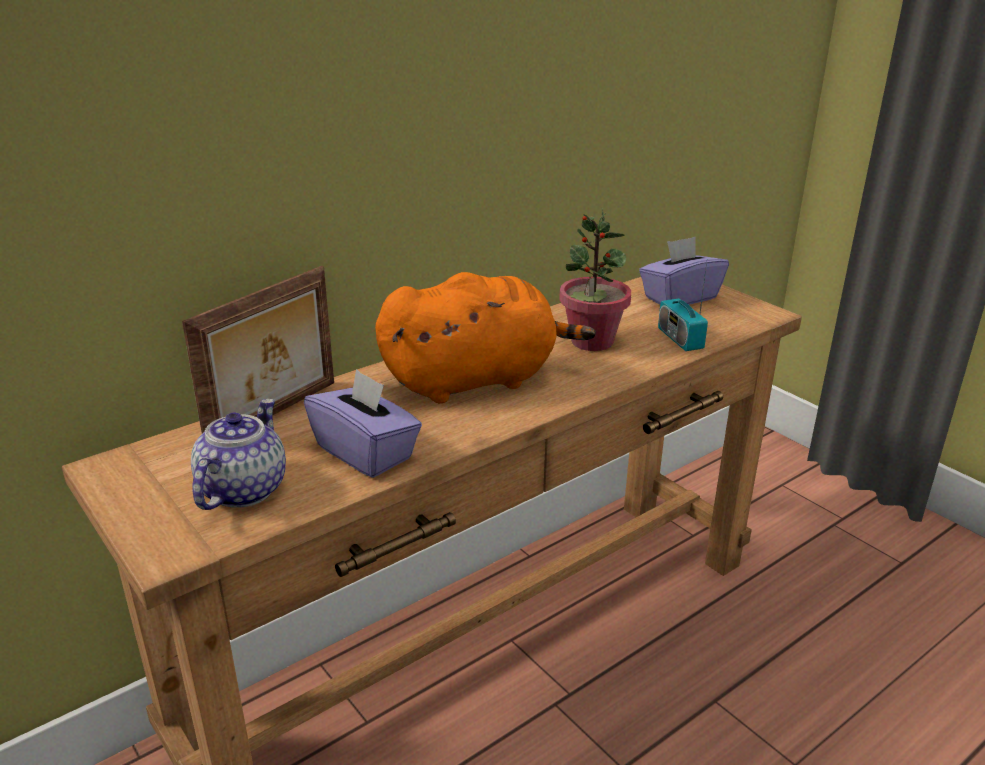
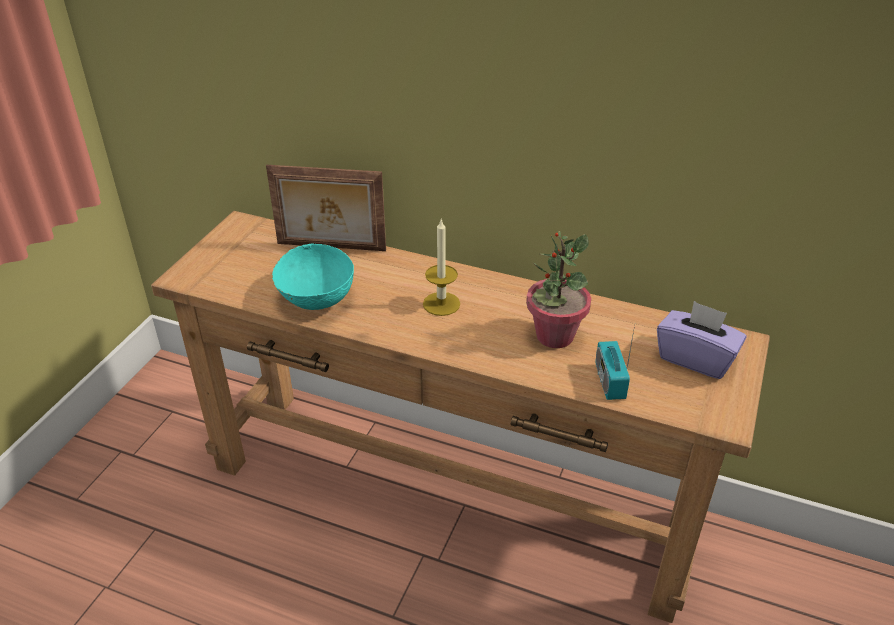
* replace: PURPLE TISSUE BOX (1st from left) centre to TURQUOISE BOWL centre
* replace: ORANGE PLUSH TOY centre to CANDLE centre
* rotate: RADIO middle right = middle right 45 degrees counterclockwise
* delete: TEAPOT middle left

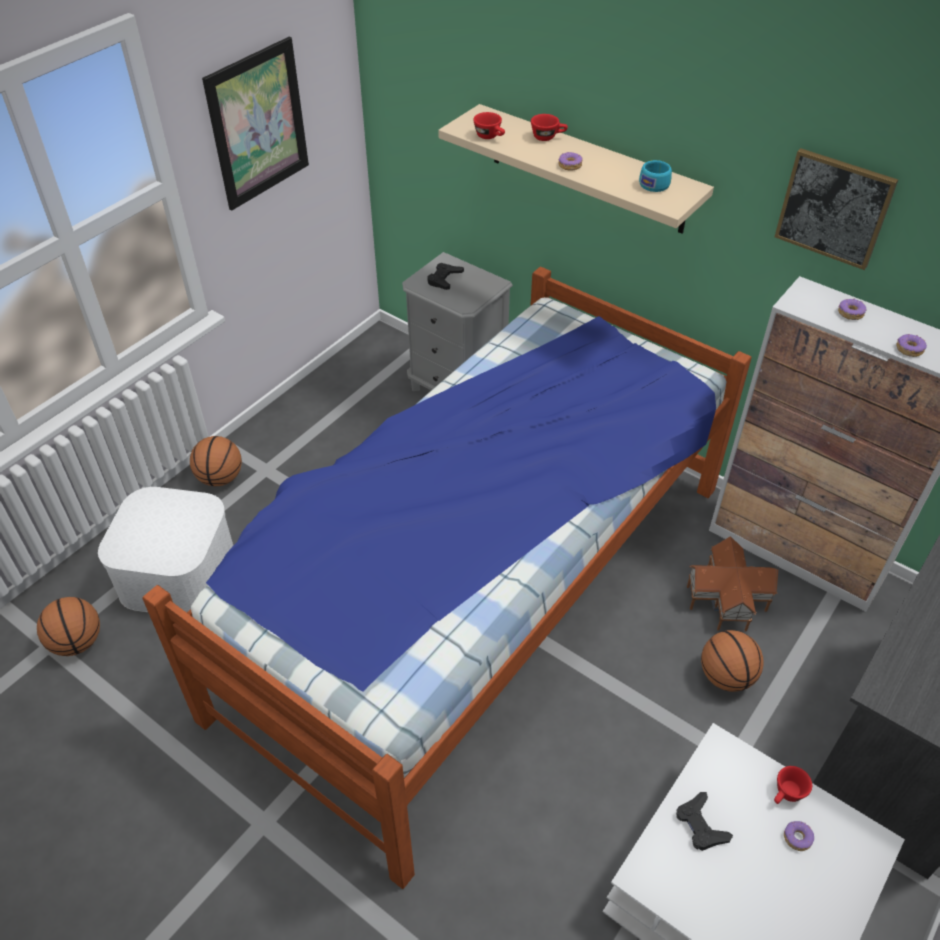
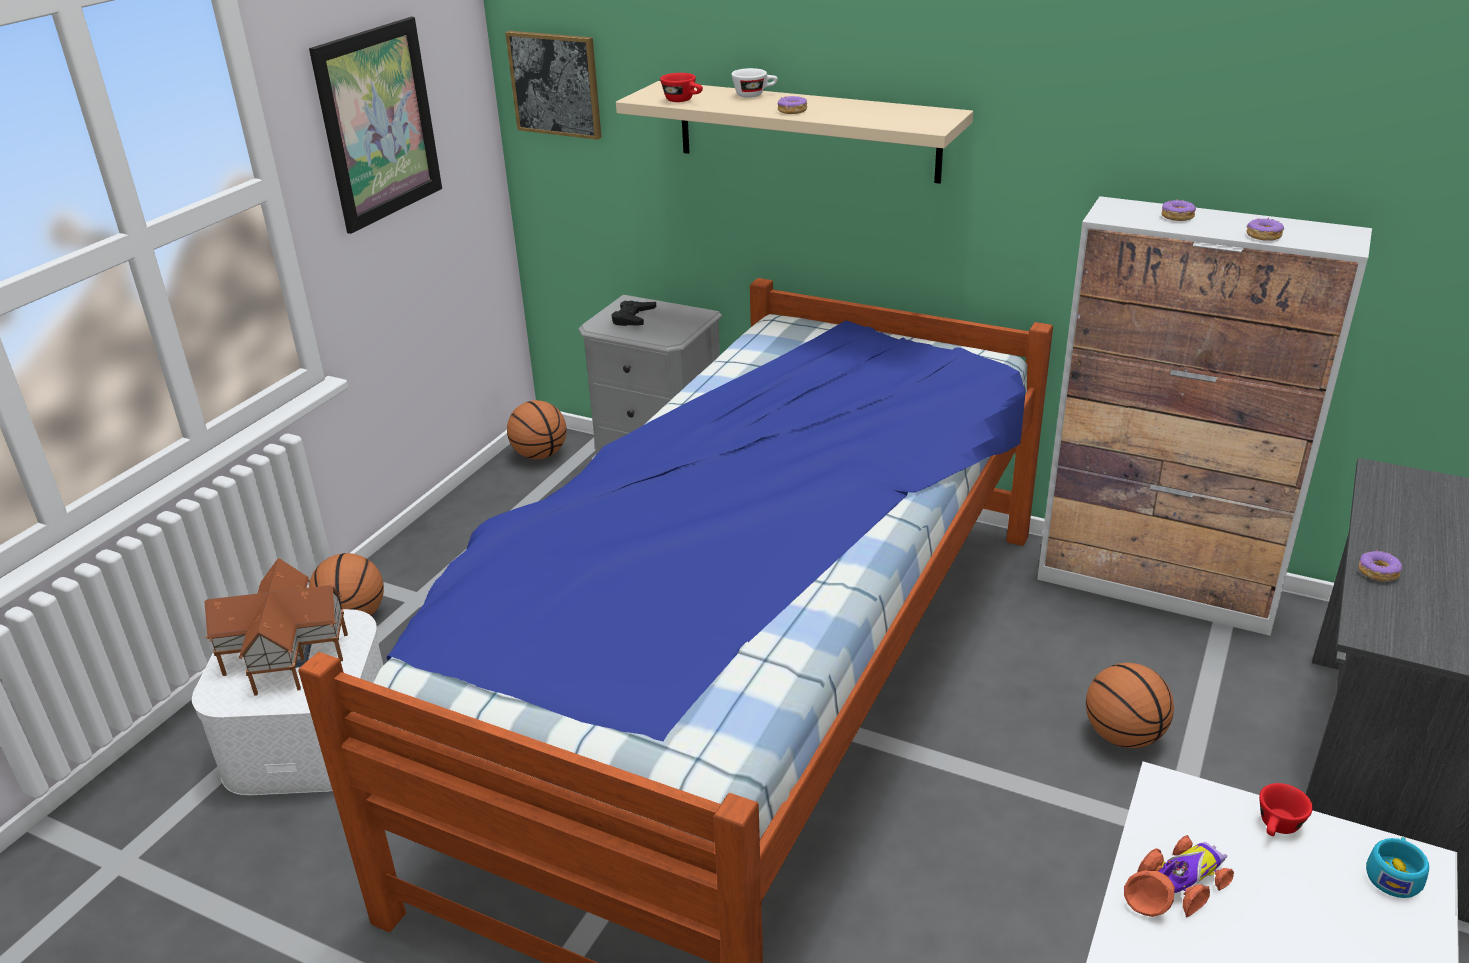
* move: TOY HOUSE middle right to middle left
* move: PICTURE (2nd from left) top right to top centre
* move: BASKETBALL (1st from left in the first image) middle left to BASKETBALL (2nd from left) centre
* recolor: RED CUP (2nd from left) top centre to WHITE CUP top centre
* replace: BLACK GAME CONTROLLER (2nd from left) bottom right to TOY CAR bottom right
* move: DONUT (2nd from left in the first image) bottom right to DONUT (4th from left) middle right
* move: TURQUOISE CUP top right to bottom right

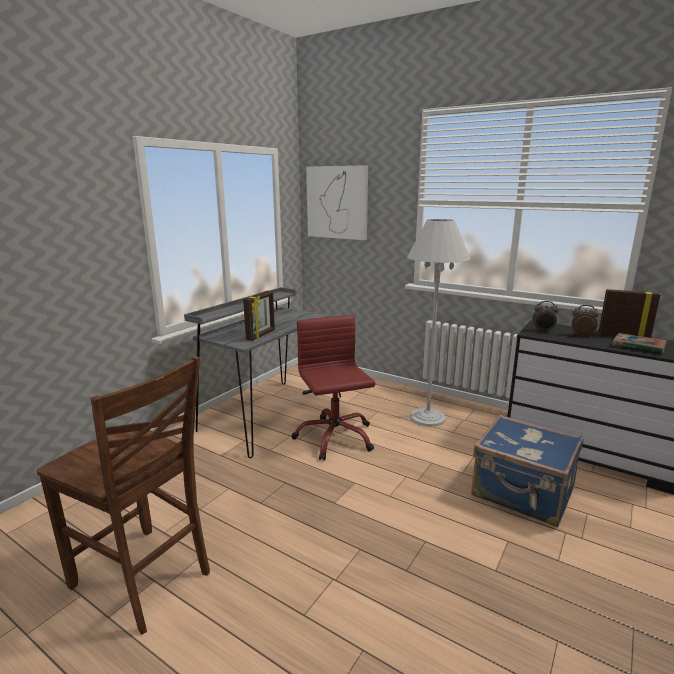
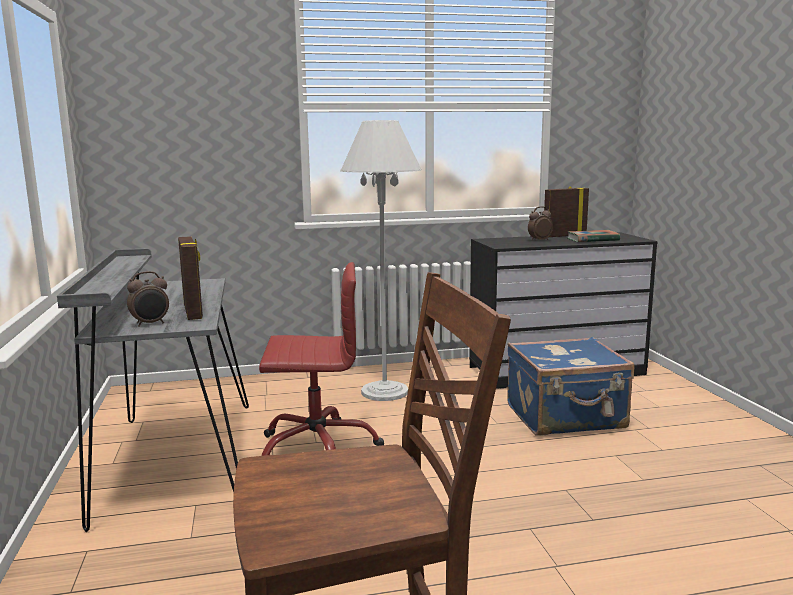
* move: ALARM CLOCK (1st from left) middle right to middle left
* rotate: RED OFFICE CHAIR centre = centre 150 degrees clockwise
* delete: PICTURE top centre

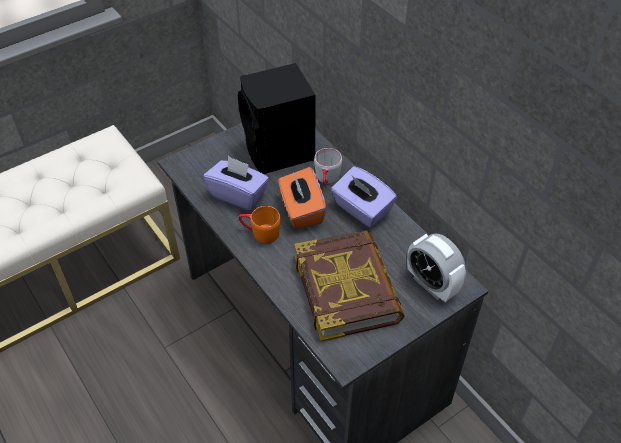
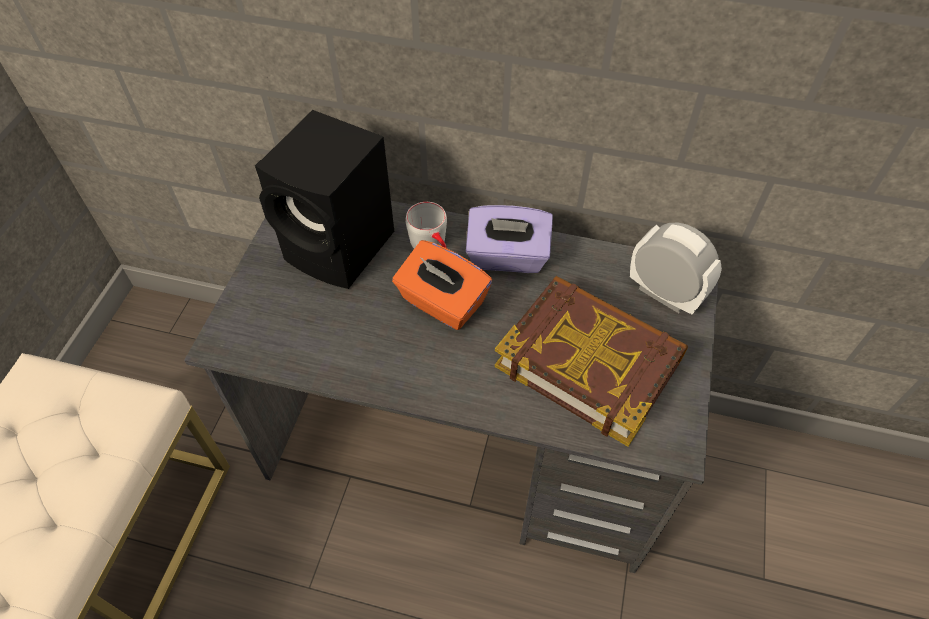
* rotate: ALARM CLOCK middle right = middle right 150 degrees counterclockwise
* delete: PURPLE TISSUE BOX (1st from left) centre
* delete: ORANGE MUG centre

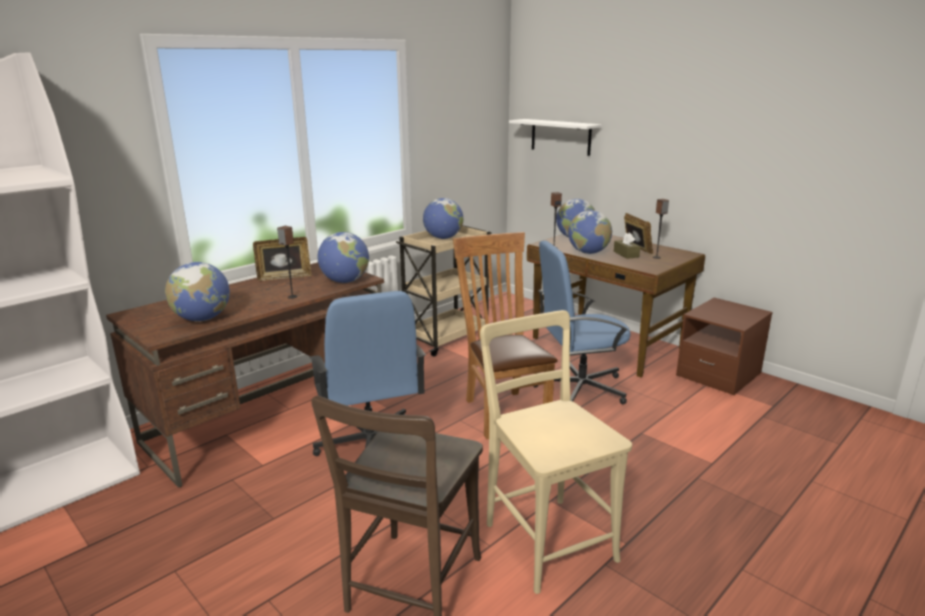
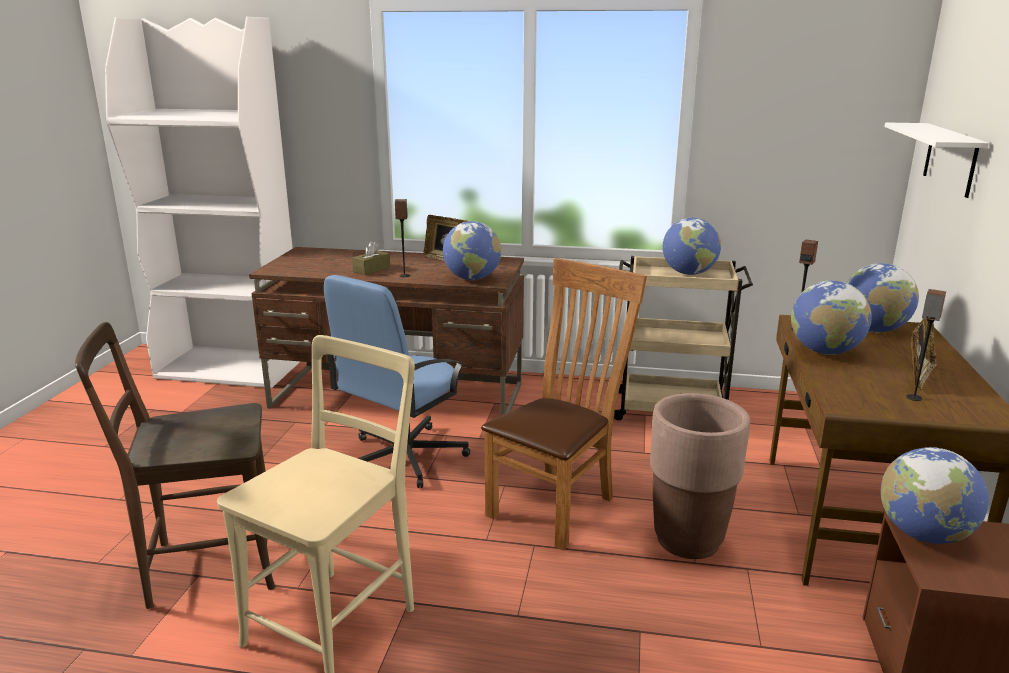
* move: BROWN TISSUE BOX middle right to centre
* replace: BLUE OFFICE CHAIR (2nd from left) centre to BROWN PLANTER bottom right
* move: GLOBE (1st from left in the first image) middle left to GLOBE (5th from left) bottom right

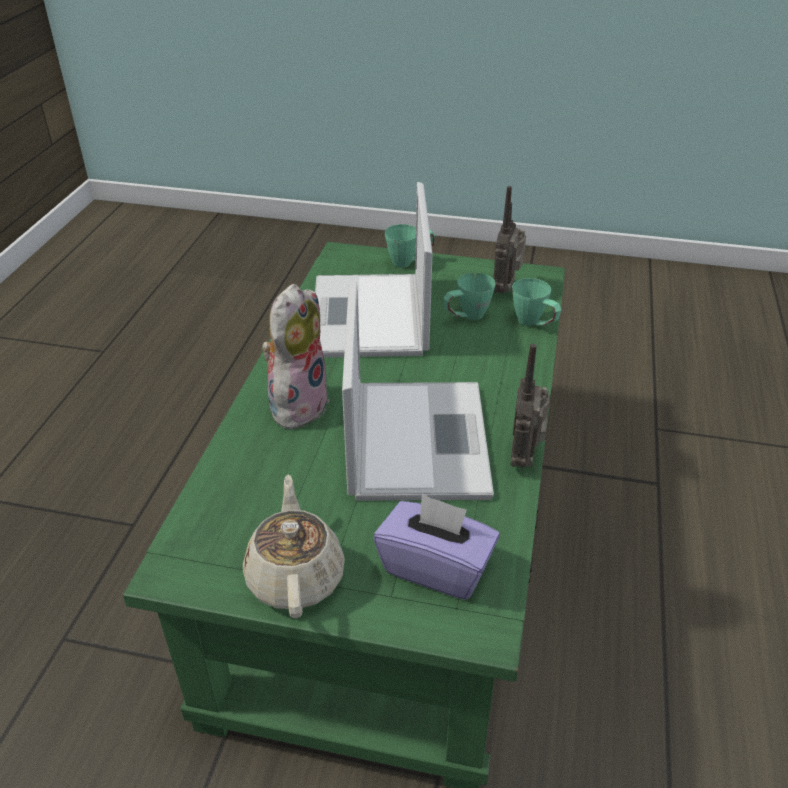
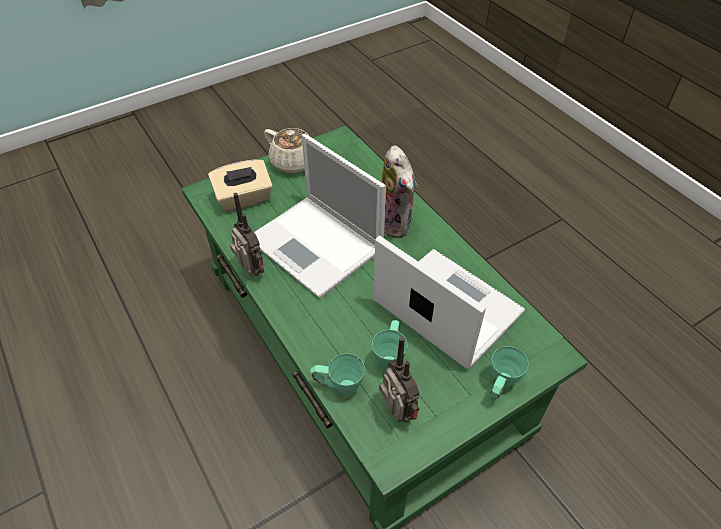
* recolor: PURPLE TISSUE BOX bottom centre to BEIGE TISSUE BOX middle left

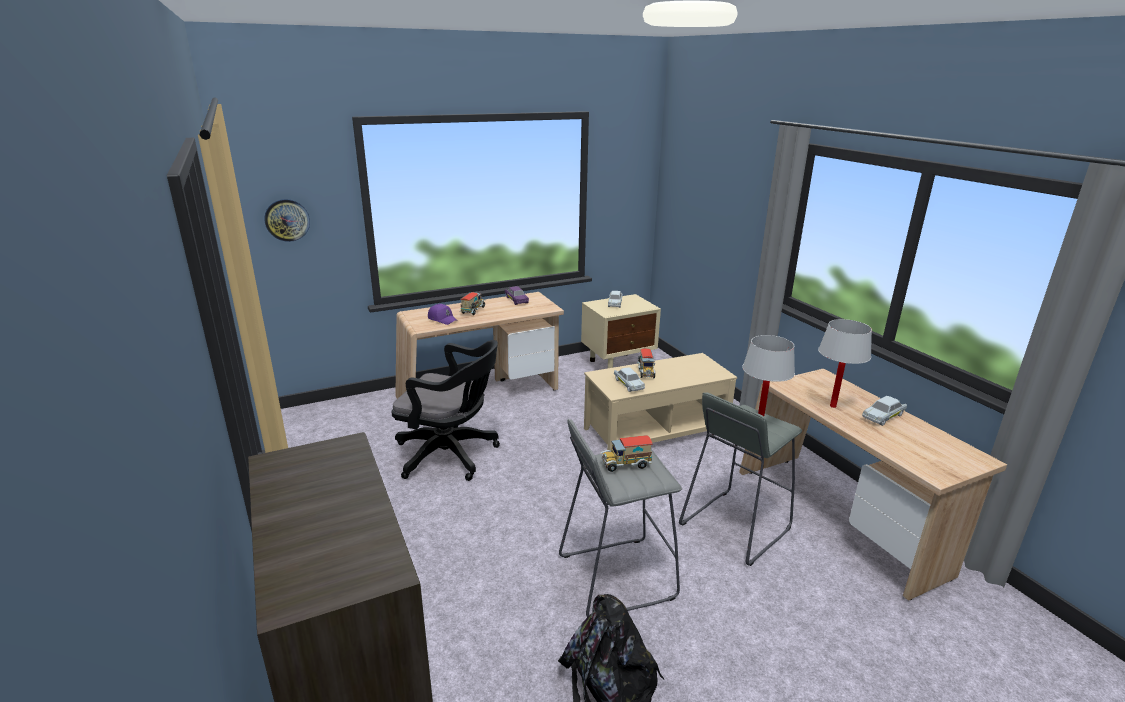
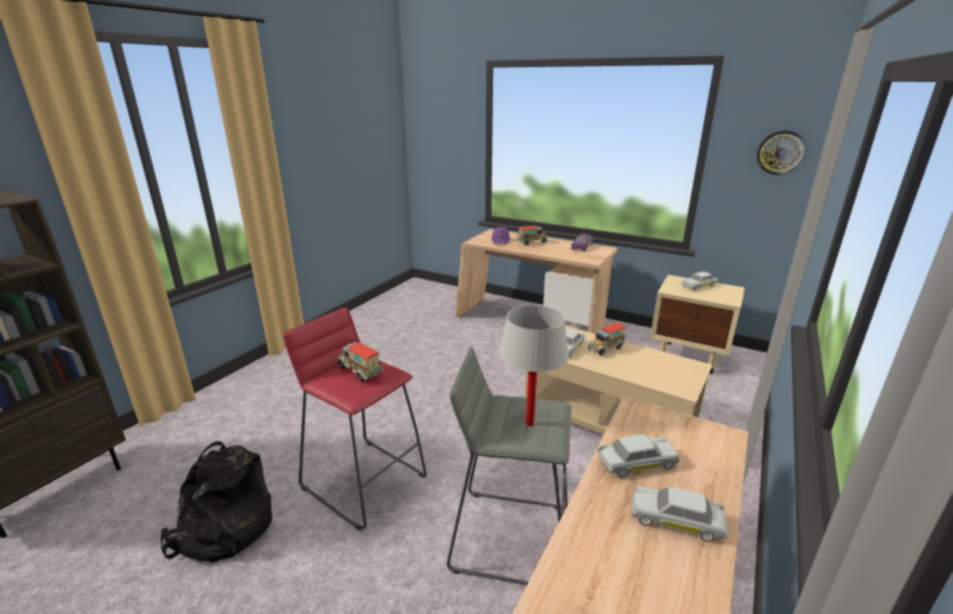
* recolor: GREY STOOL (1st from left) bottom centre to RED STOOL bottom centre
* replace: WHITE TABLE LAMP (2nd from left) middle right to WHITE TOY CAR (2nd from left) bottom right
* move: WALL CLOCK top left to top right
* delete: BLACK OFFICE CHAIR centre

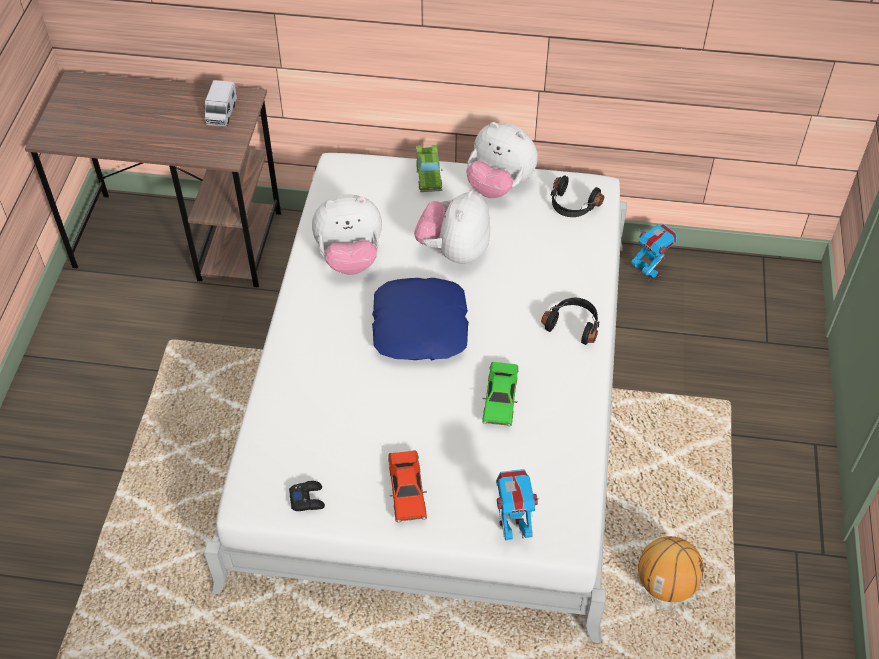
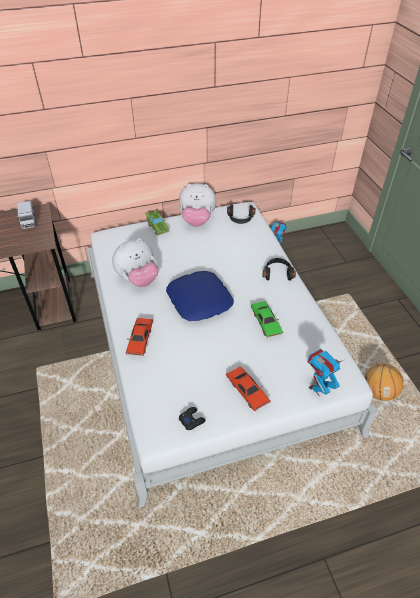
* insert: RED TOY CAR (1st from left) middle left
* delete: PLUSH TOY (2nd from left) centre

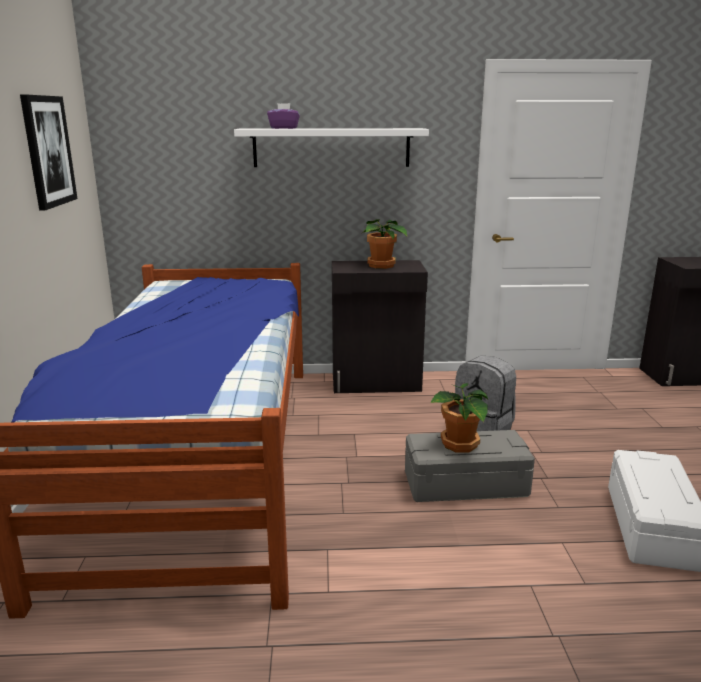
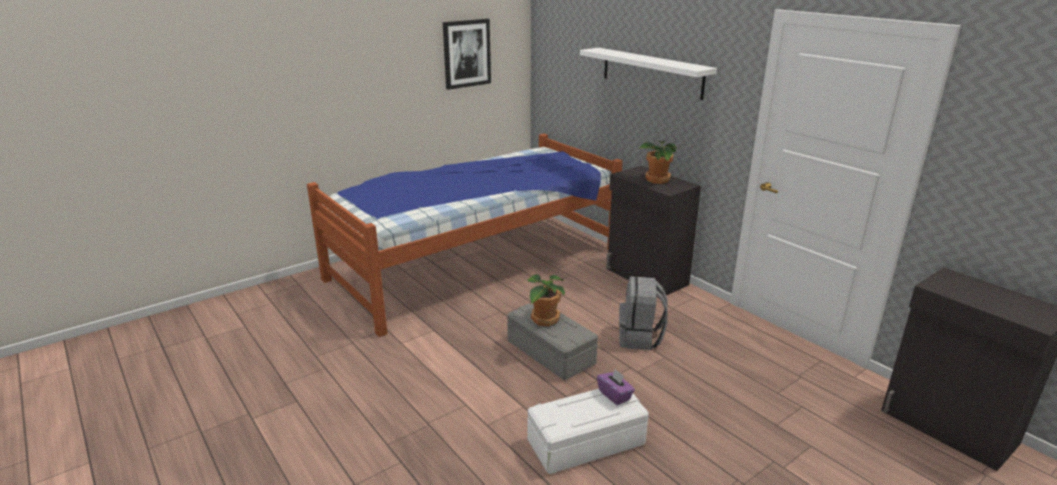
* move: PURPLE TISSUE BOX top centre to bottom centre

